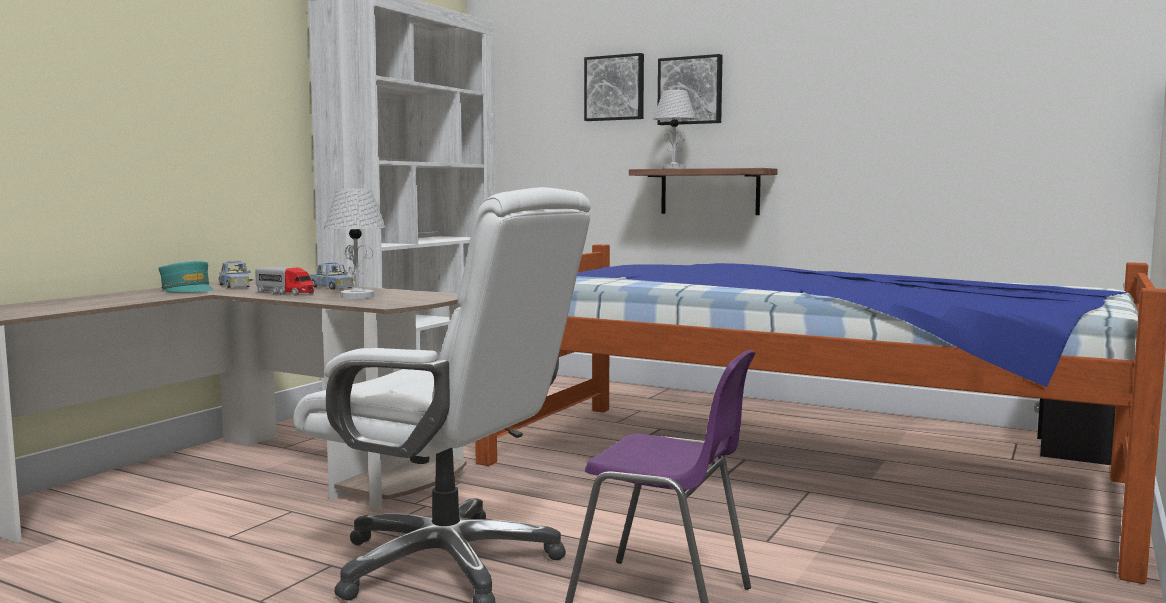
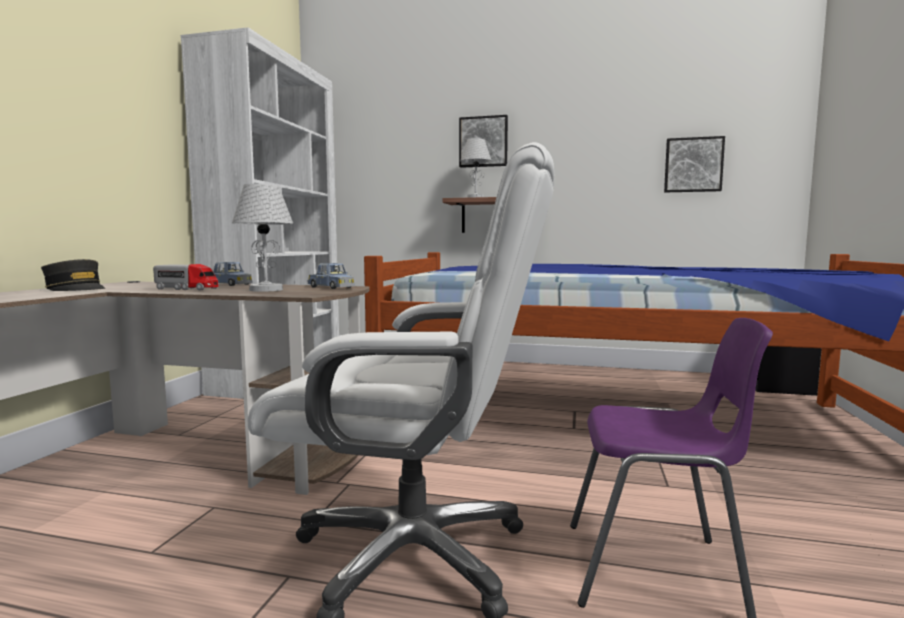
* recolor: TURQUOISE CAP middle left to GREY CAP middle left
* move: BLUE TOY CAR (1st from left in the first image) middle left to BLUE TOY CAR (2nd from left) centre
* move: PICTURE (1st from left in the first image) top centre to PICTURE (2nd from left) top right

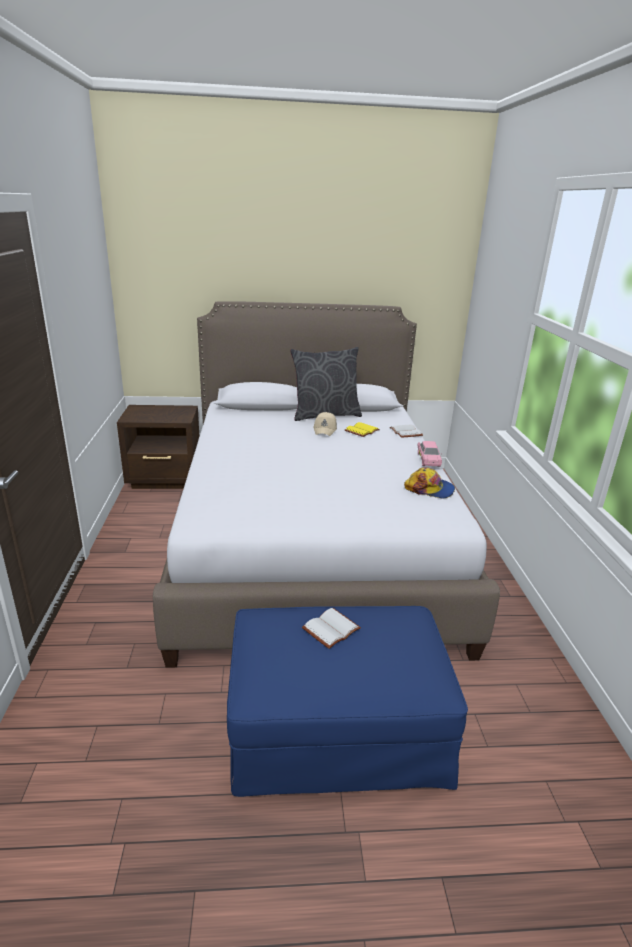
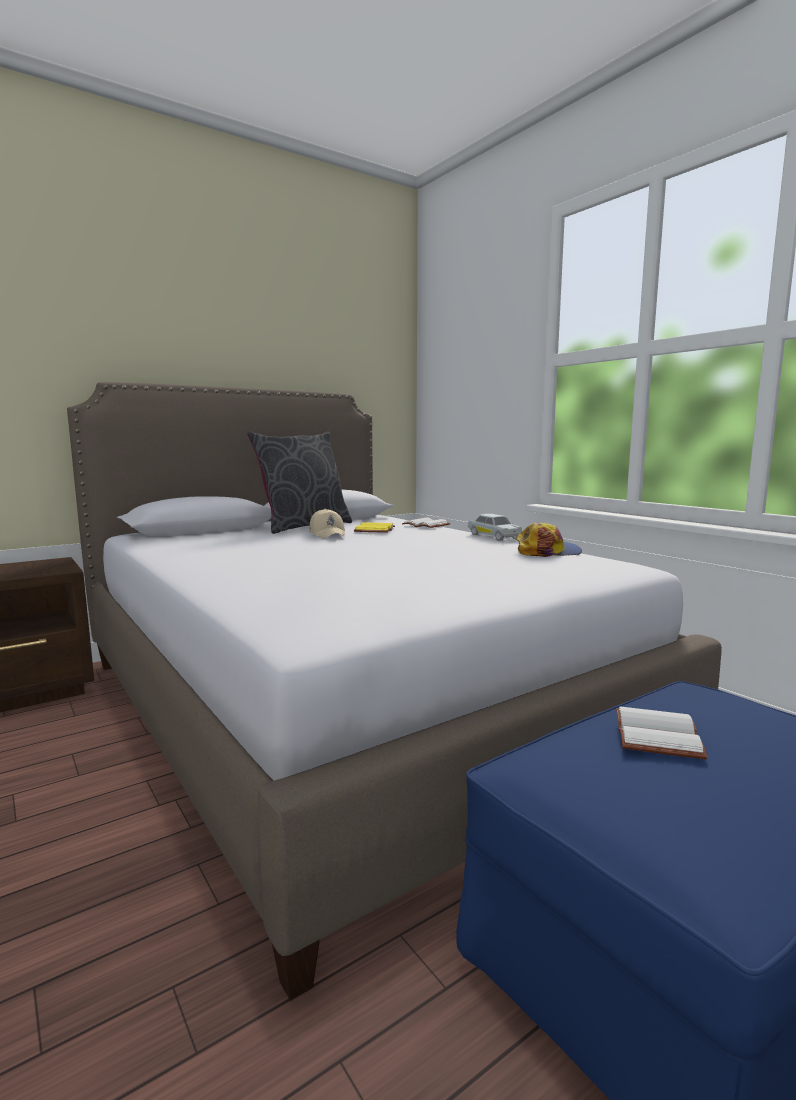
* recolor: PINK TOY CAR middle right to WHITE TOY CAR centre

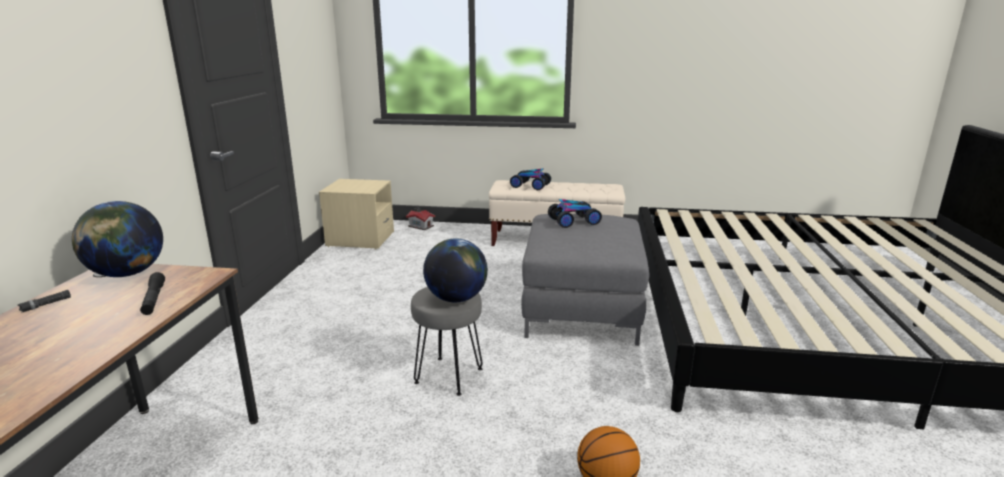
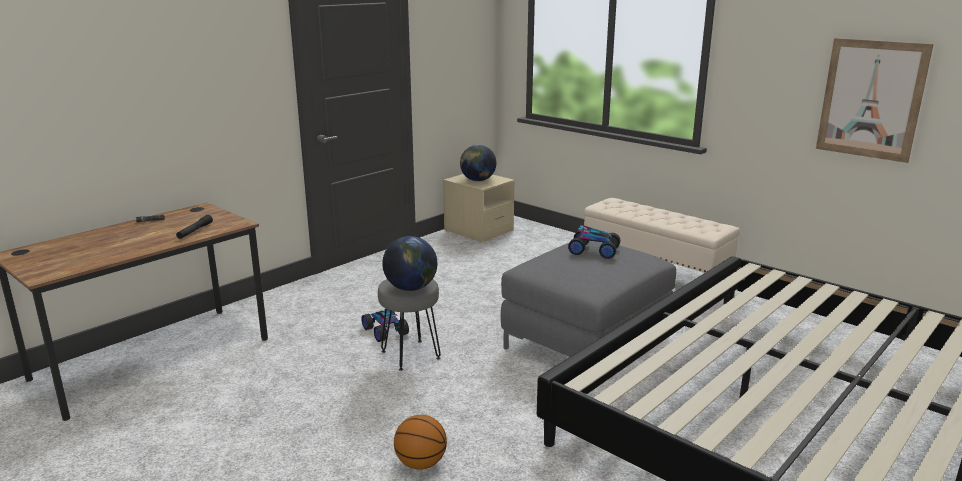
* move: TOY CAR (1st from left) centre to bottom centre
* move: GLOBE (1st from left in the first image) middle left to GLOBE (2nd from left) centre
* insert: PICTURE top right
* delete: TOY HOUSE centre

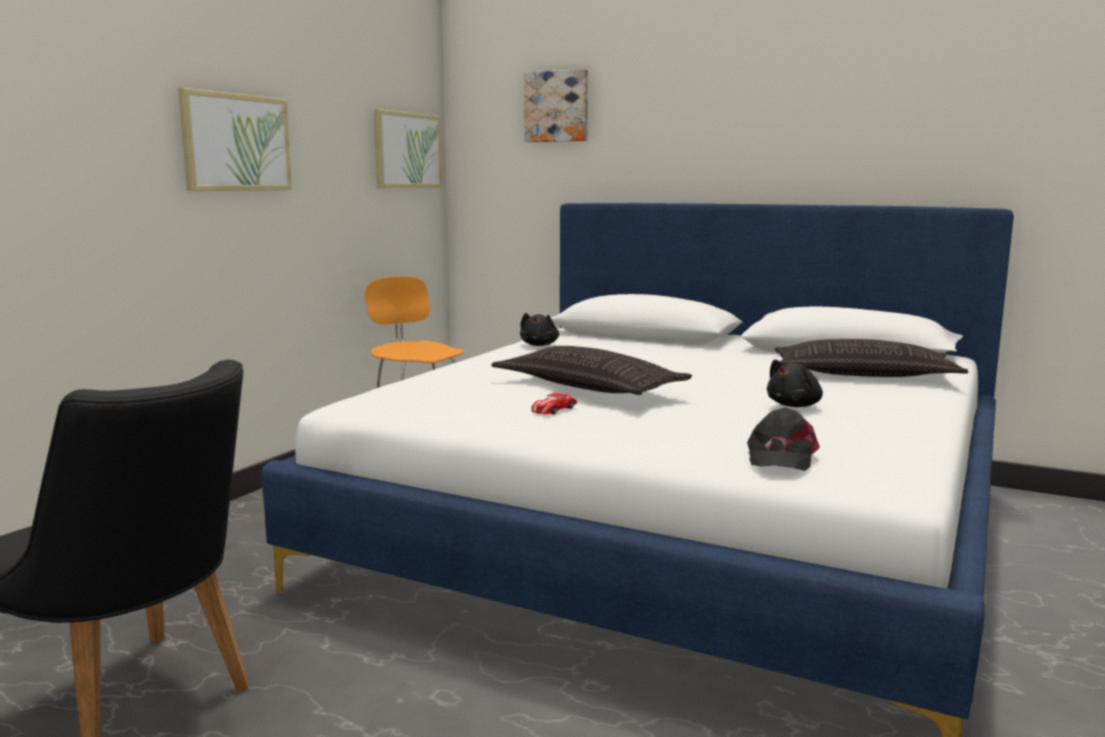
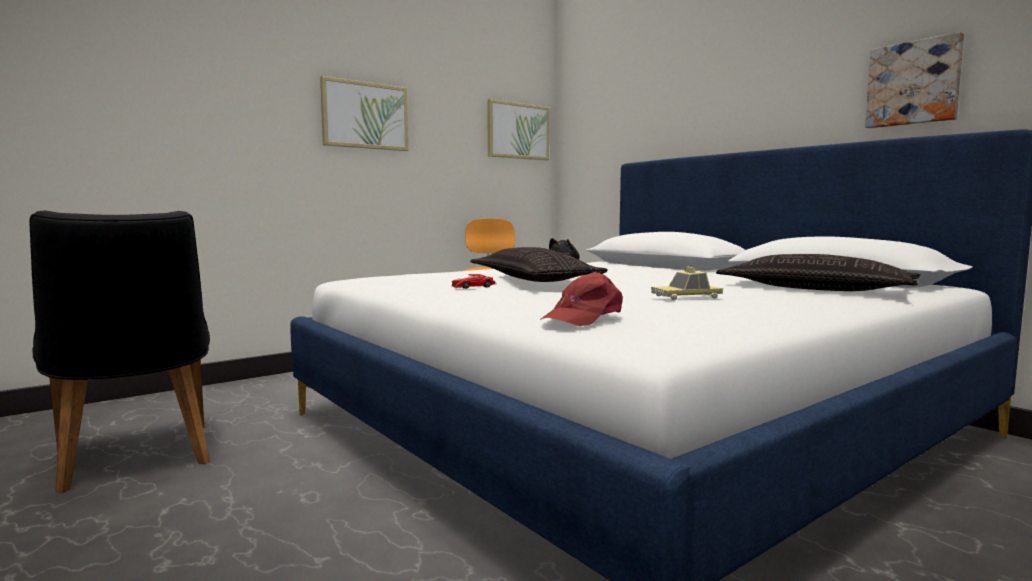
* recolor: BLACK CAP middle right to RED CAP centre
* replace: BLACK PLUSH TOY (2nd from left) middle right to TOY CAR (2nd from left) centre
* move: PICTURE (3rd from left) top centre to top right

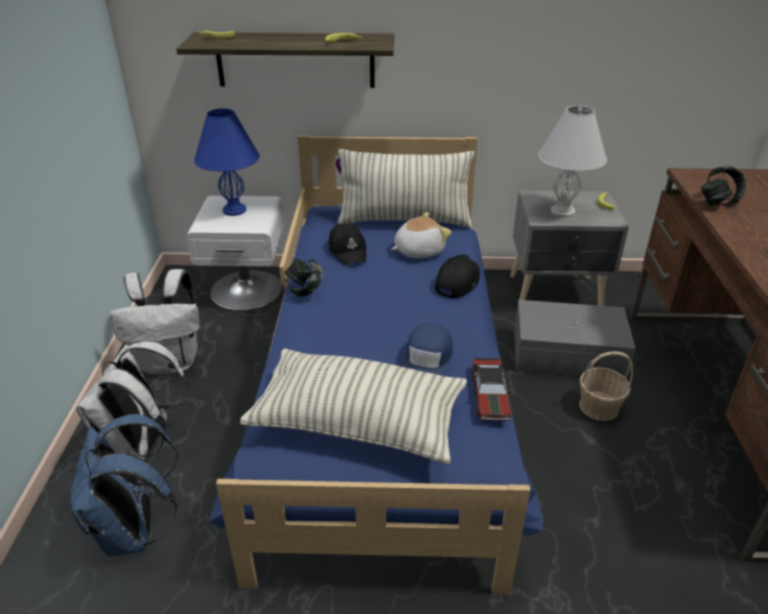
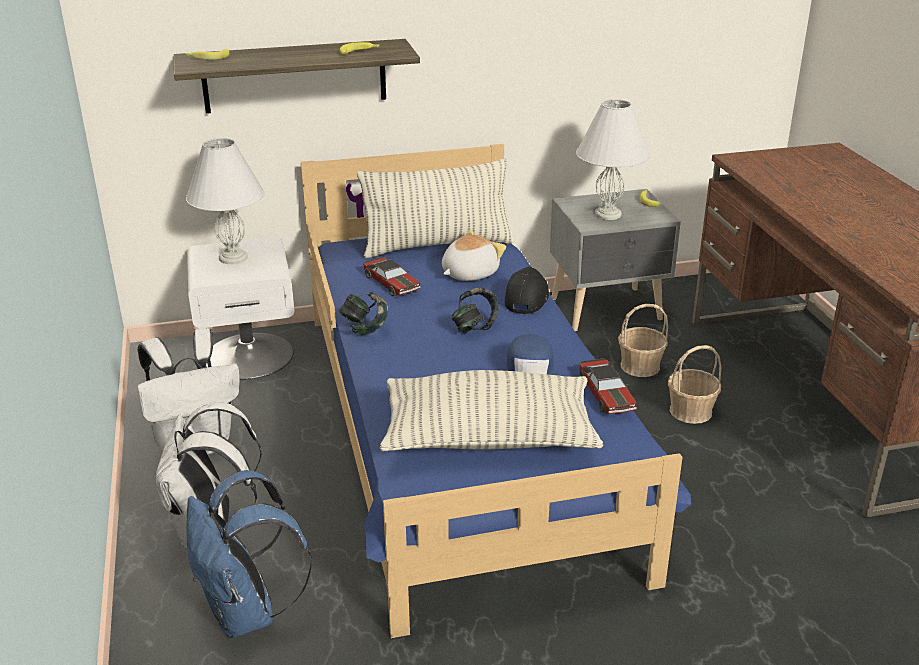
* recolor: BLUE TABLE LAMP top left to WHITE TABLE LAMP (1st from left) top left
* replace: BLACK CAP (1st from left) centre to TOY CAR (1st from left) centre
* move: HEADPHONES (2nd from left) top right to centre
* replace: GREY STORAGE BOX middle right to BASKET (1st from left) middle right

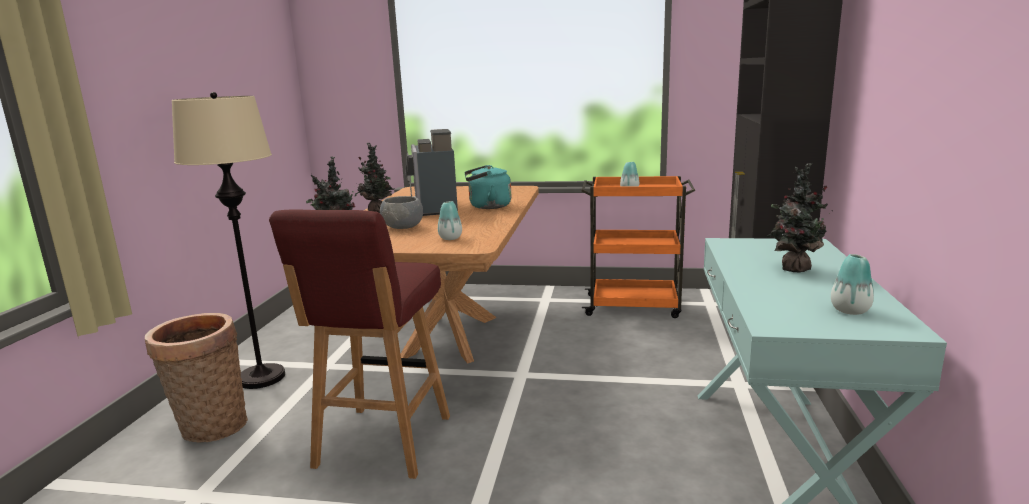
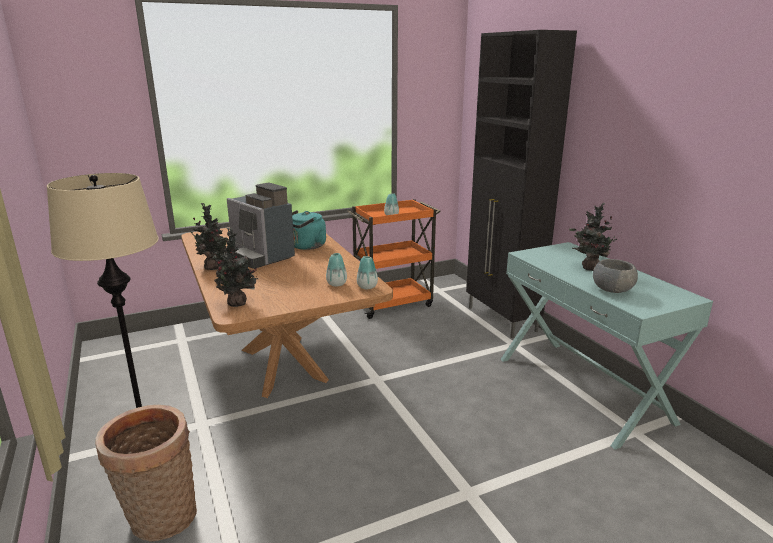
* move: VASE (3rd from left in the first image) middle right to VASE (2nd from left) centre
* move: GREY BOWL centre to middle right
* delete: RED STOOL bottom centre

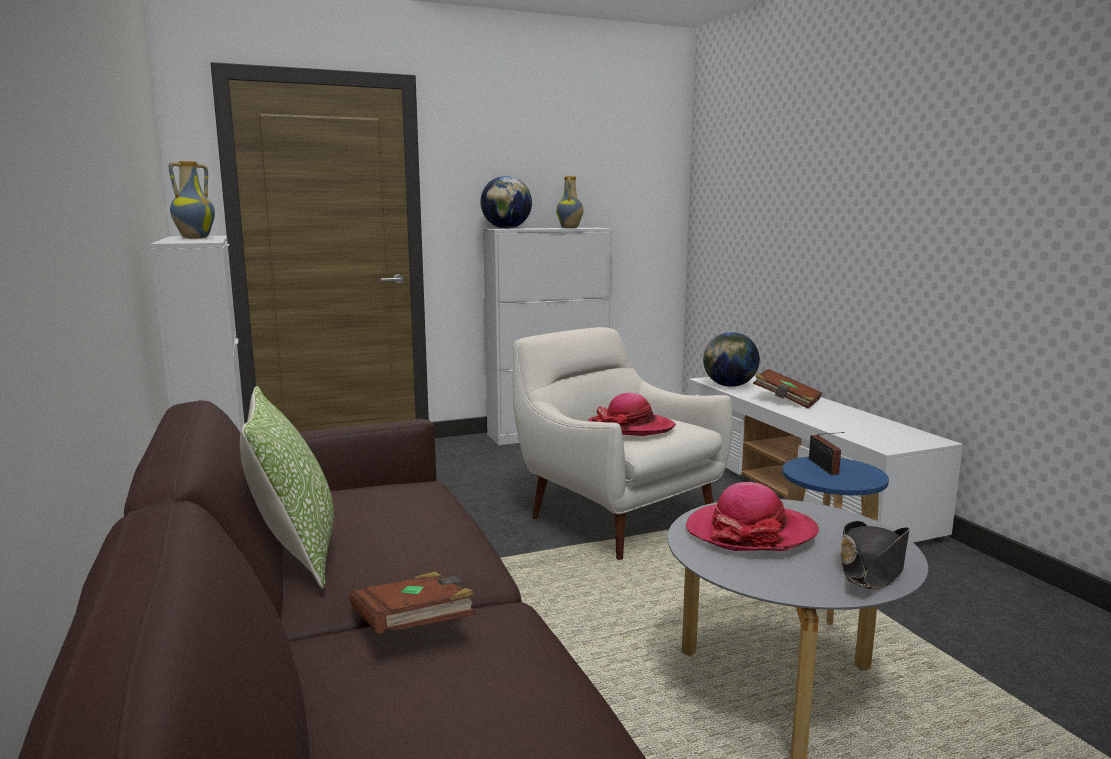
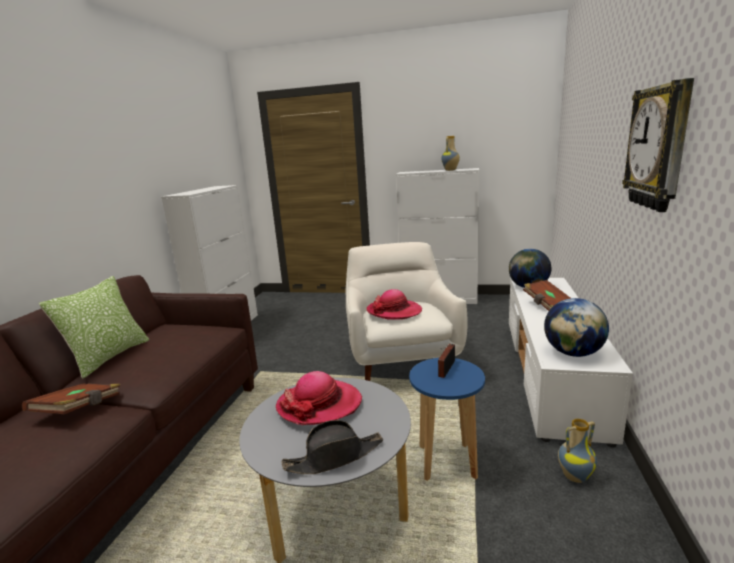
* move: GLOBE (1st from left in the first image) top centre to GLOBE (2nd from left) middle right
* move: VASE (1st from left in the first image) top left to VASE (2nd from left) bottom right
* insert: WALL CLOCK top right

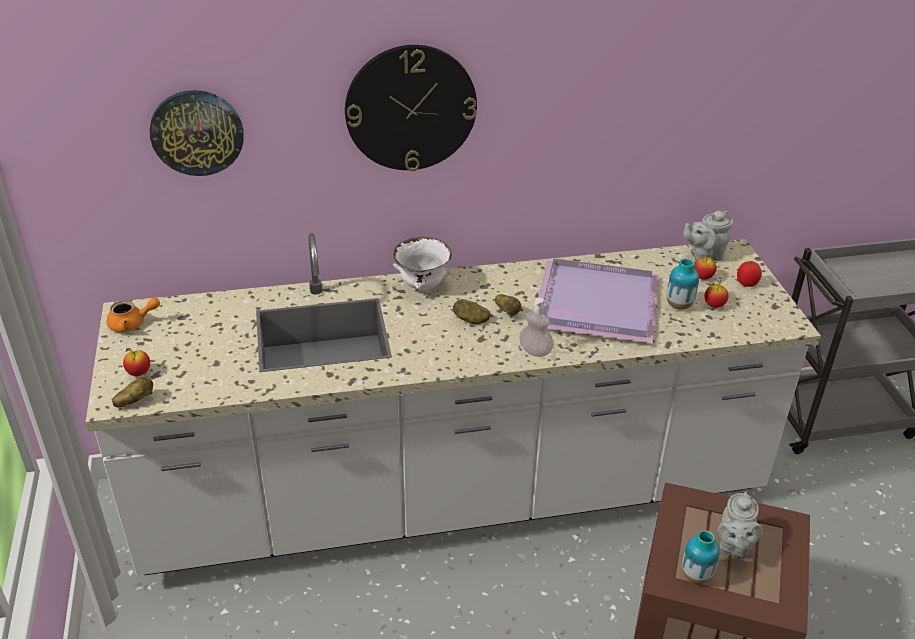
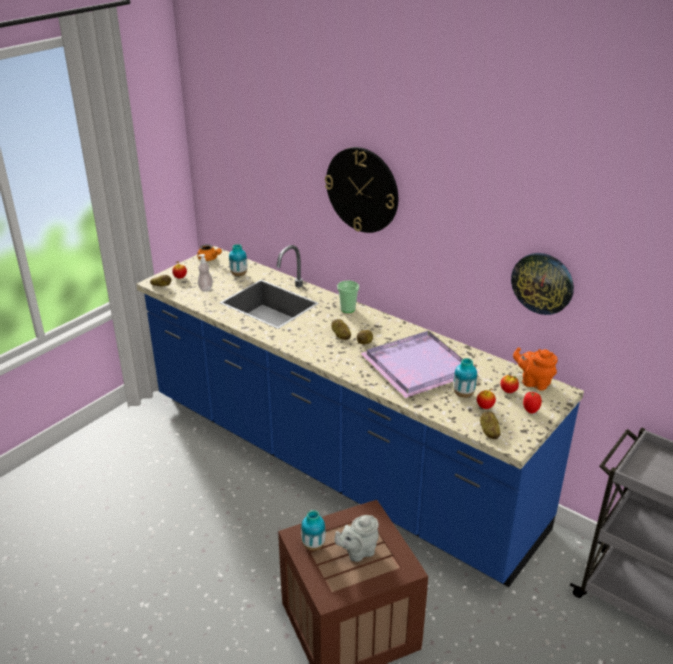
* recolor: WHITE COUNTER centre to BLUE COUNTER centre
* move: SOAP DISPENSER centre to middle left
* insert: VASE (1st from left) centre
* replace: WHITE BOWL centre to CUP centre
* insert: POTATO (4th from left) middle right
* move: WALL CLOCK (1st from left in the first image) top left to WALL CLOCK (2nd from left) middle right
* recolor: GREY TEAPOT (1st from left) middle right to ORANGE TEAPOT (2nd from left) middle right

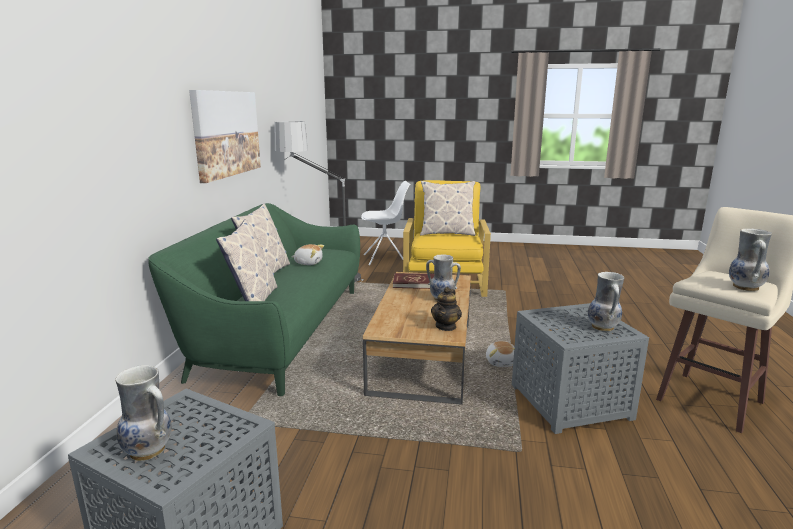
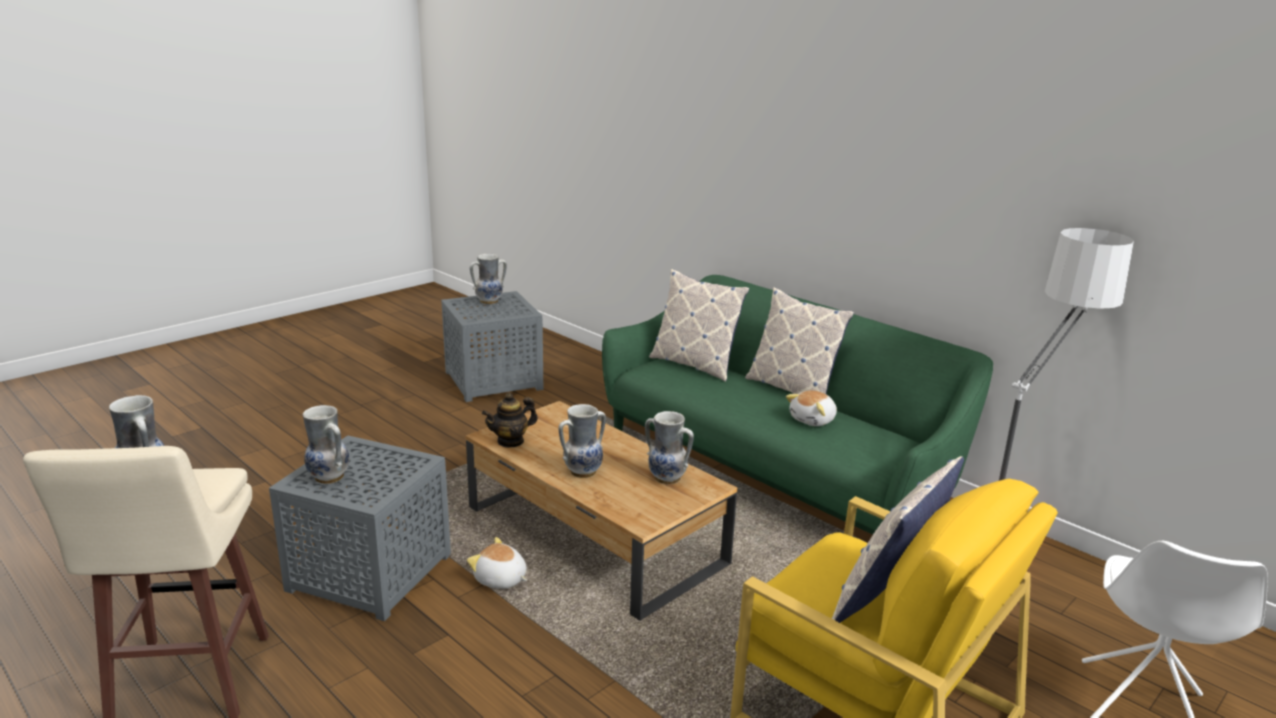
* rotate: TEAPOT centre = centre 90 degrees counterclockwise
* replace: RED BOOK centre to VASE (5th from left) centre
* delete: PICTURE top left

